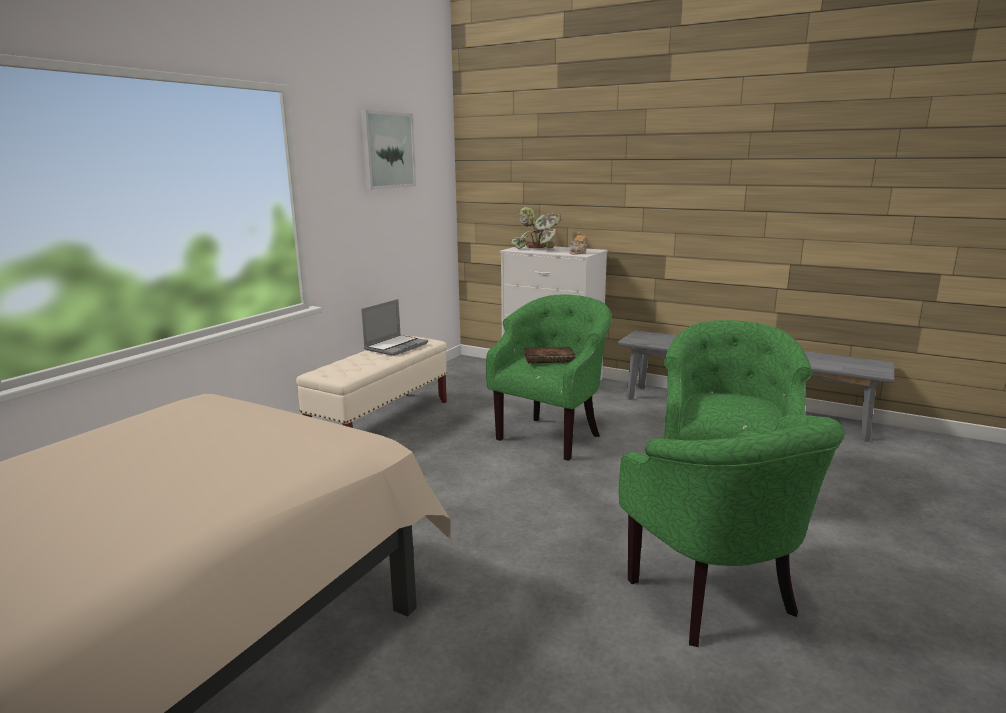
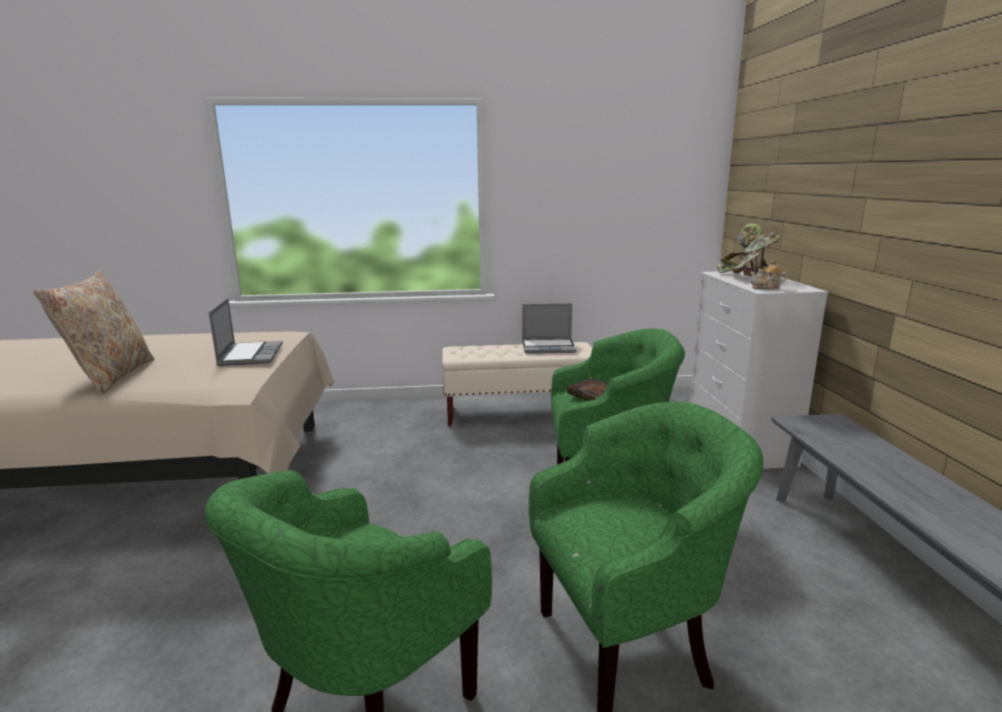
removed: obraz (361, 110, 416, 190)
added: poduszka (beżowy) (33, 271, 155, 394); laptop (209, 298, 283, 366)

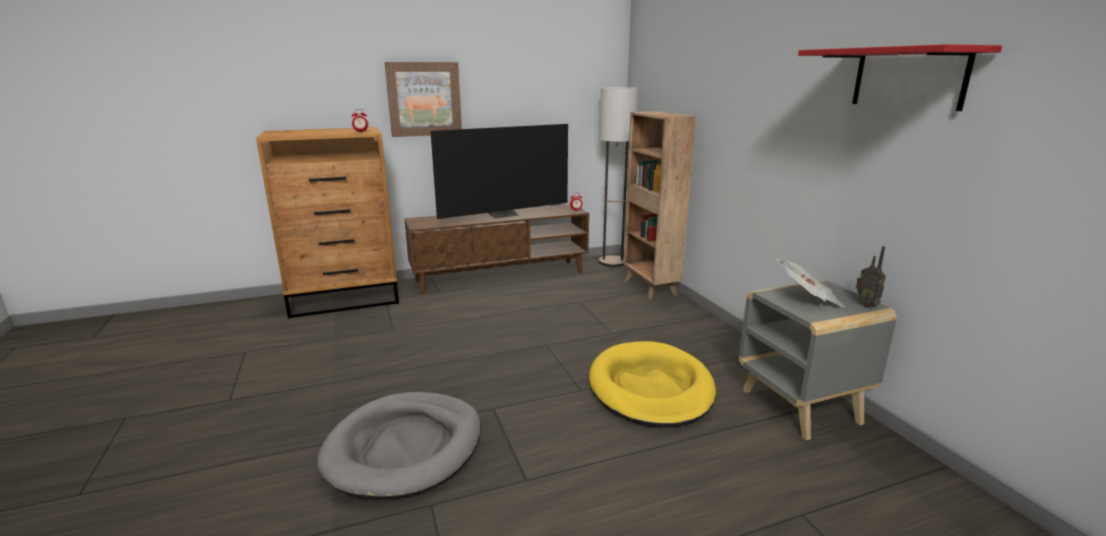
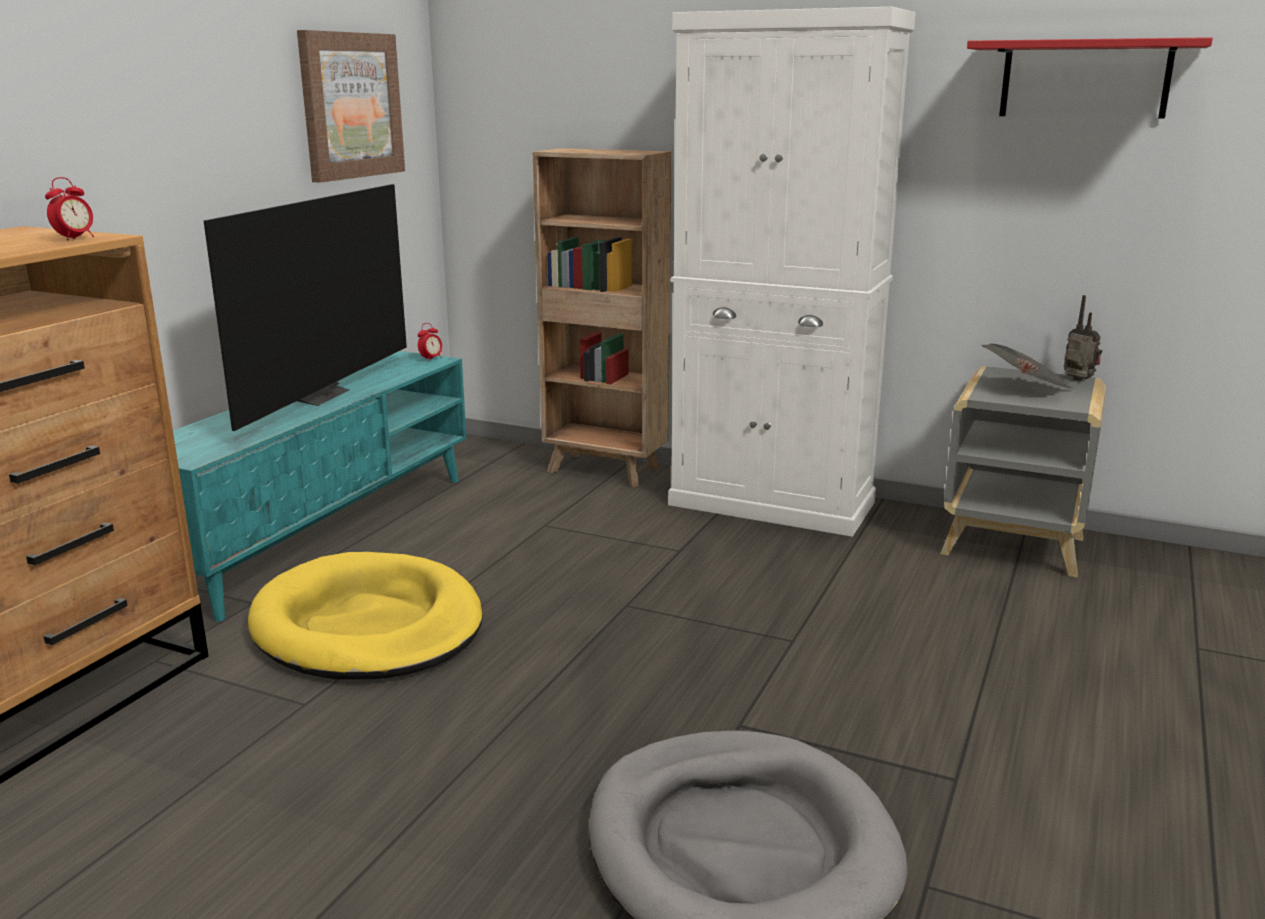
removed: lampa stojąca (599, 87, 639, 267)
added: szafka (biały) (668, 7, 916, 537)
moved: obraz (385, 62, 462, 137) to (297, 30, 405, 183); legowisko (żółty) (589, 341, 716, 428) to (248, 552, 483, 680)
recoloured: szafka pod telewizor (brązowy) (404, 204, 589, 294) to szafka pod telewizor (turkusowy) (173, 351, 466, 622)
turned: radio (856, 246, 886, 308) = (1064, 295, 1102, 381) 150 degrees counterclockwise

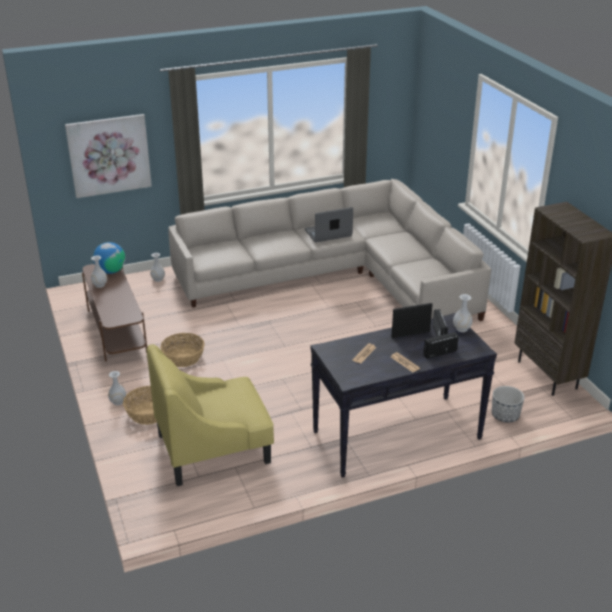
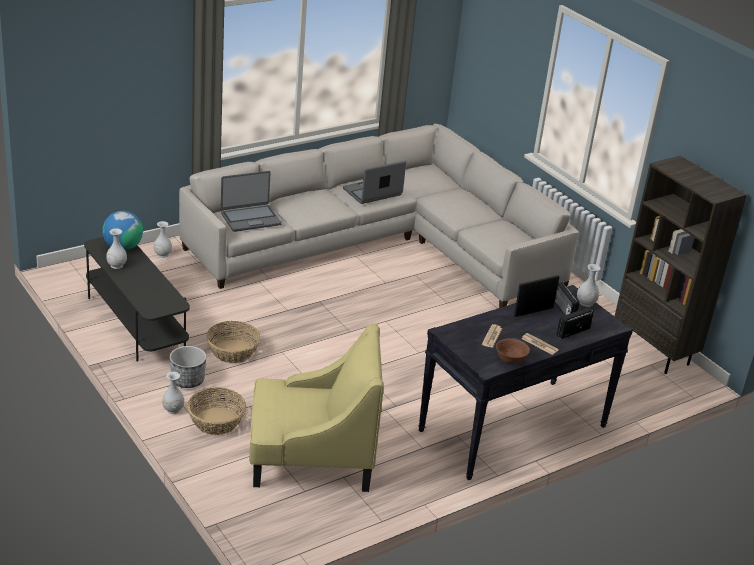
removed: obraz (65, 114, 152, 198)
added: laptop (221, 171, 282, 232); miska (brązowy) (496, 338, 530, 364)
moved: donica (492, 386, 524, 422) to (170, 346, 206, 388)
recoloured: szafka pod telewizor (brązowy) (82, 264, 147, 362) to szafka pod telewizor (szary) (84, 237, 190, 361)
turned: fotel (żółty) (147, 344, 274, 486) = (249, 324, 384, 492) 150 degrees counterclockwise

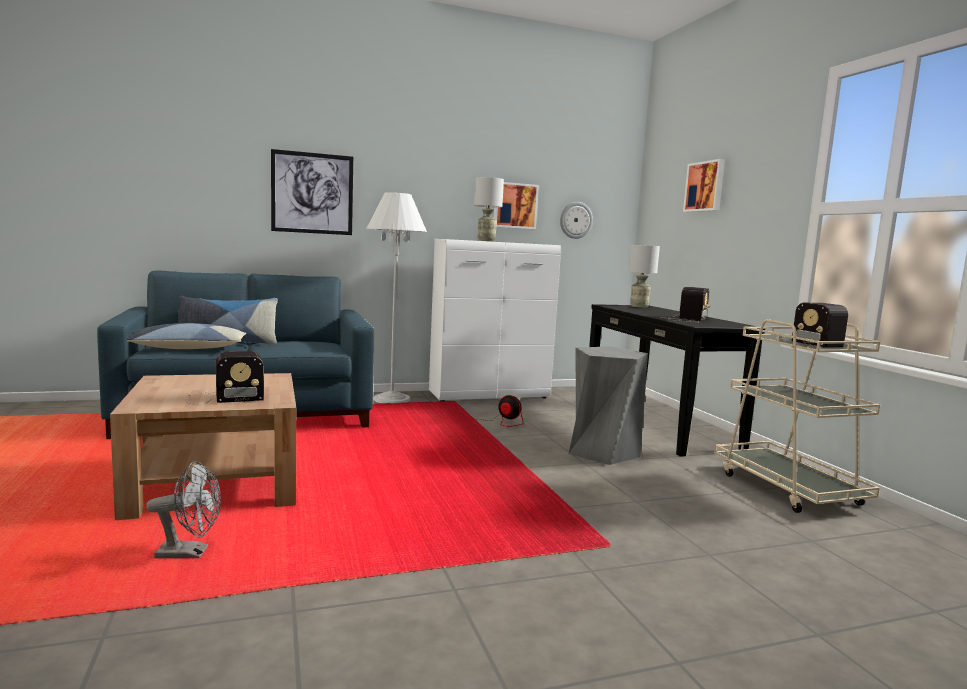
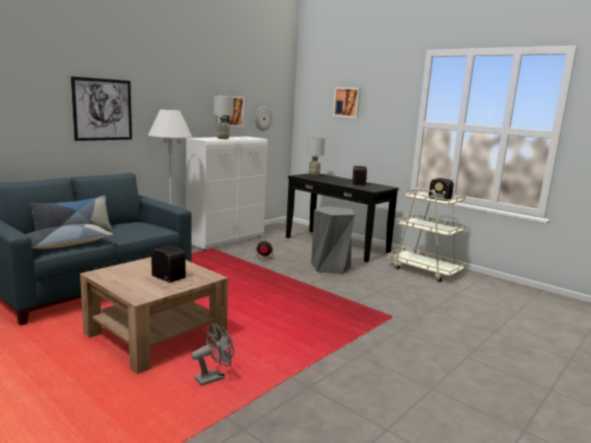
turned: radio (185, 351, 264, 405) = (151, 245, 195, 289) 90 degrees counterclockwise

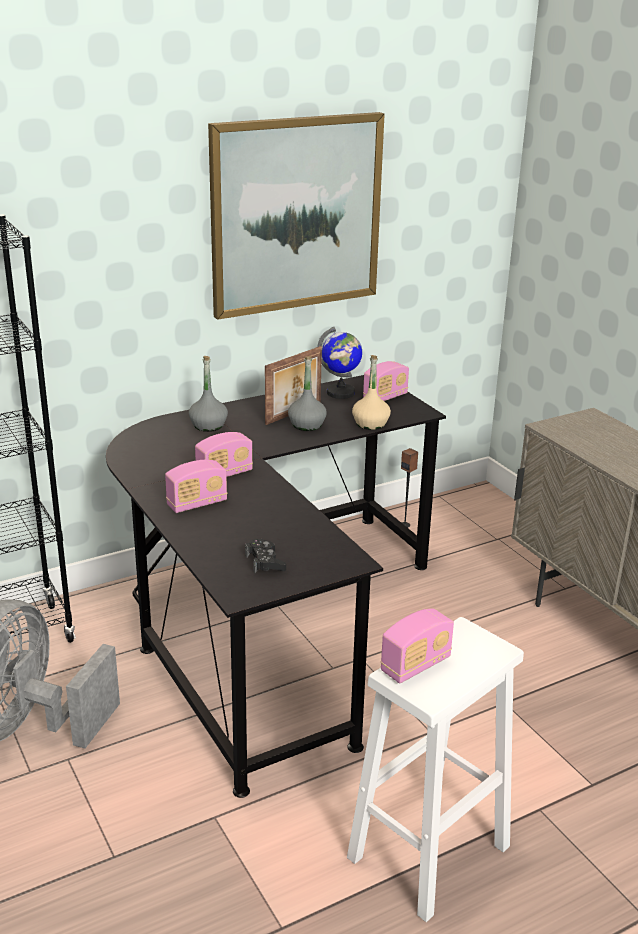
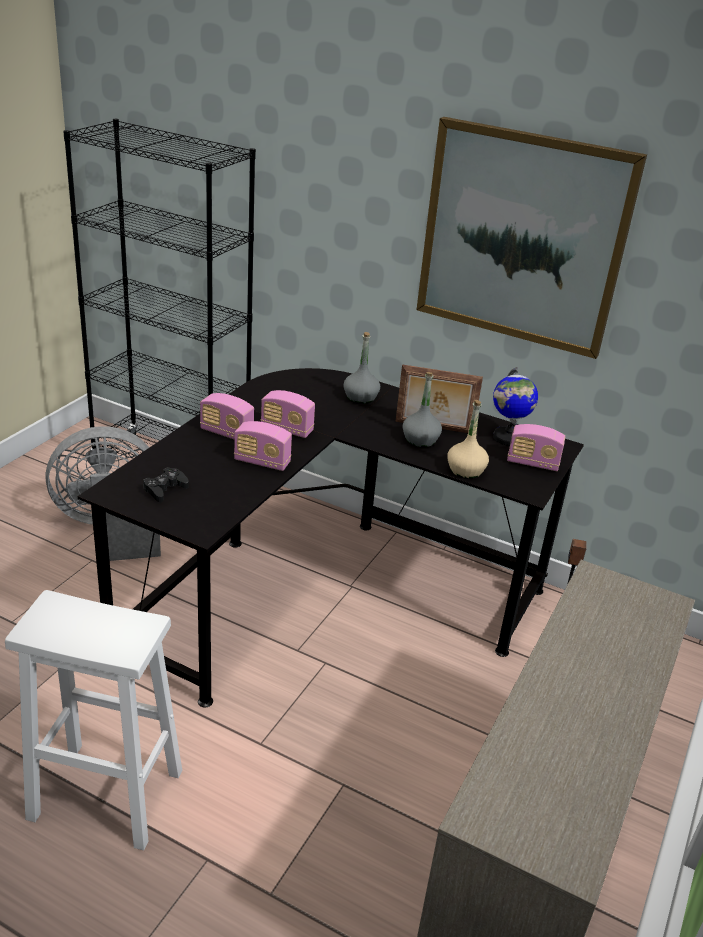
moved: radio (380, 608, 454, 683) to (234, 421, 292, 471)

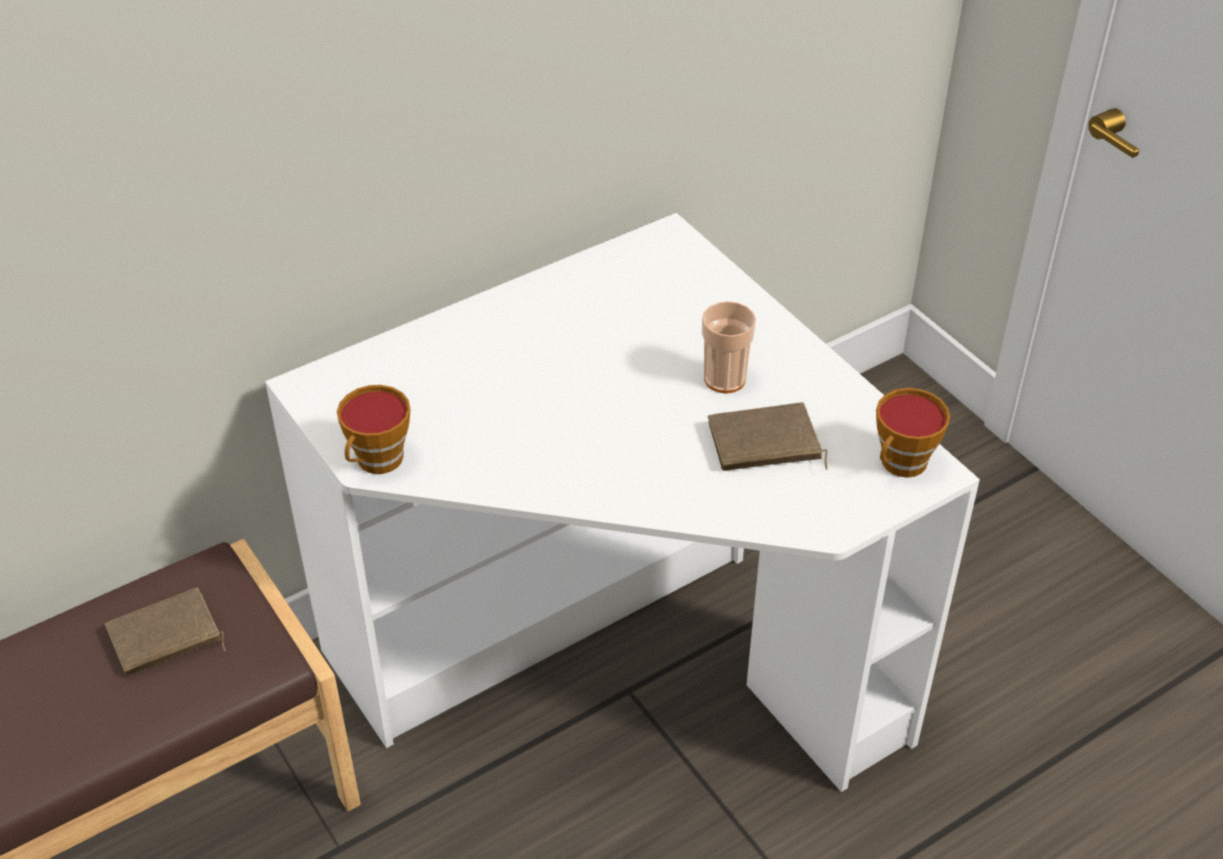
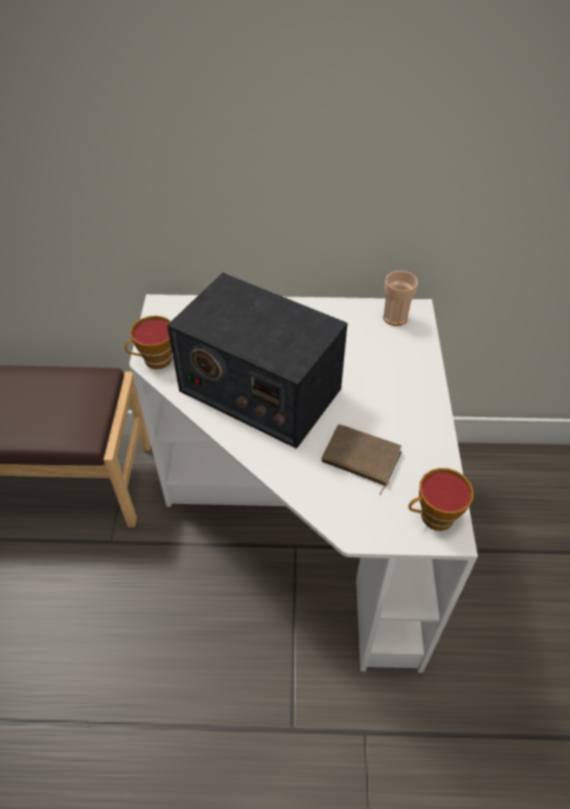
removed: książka (brązowy) (105, 588, 226, 676)
added: radio (167, 273, 348, 449)
moved: filiżanka (702, 301, 756, 393) to (383, 271, 418, 326)

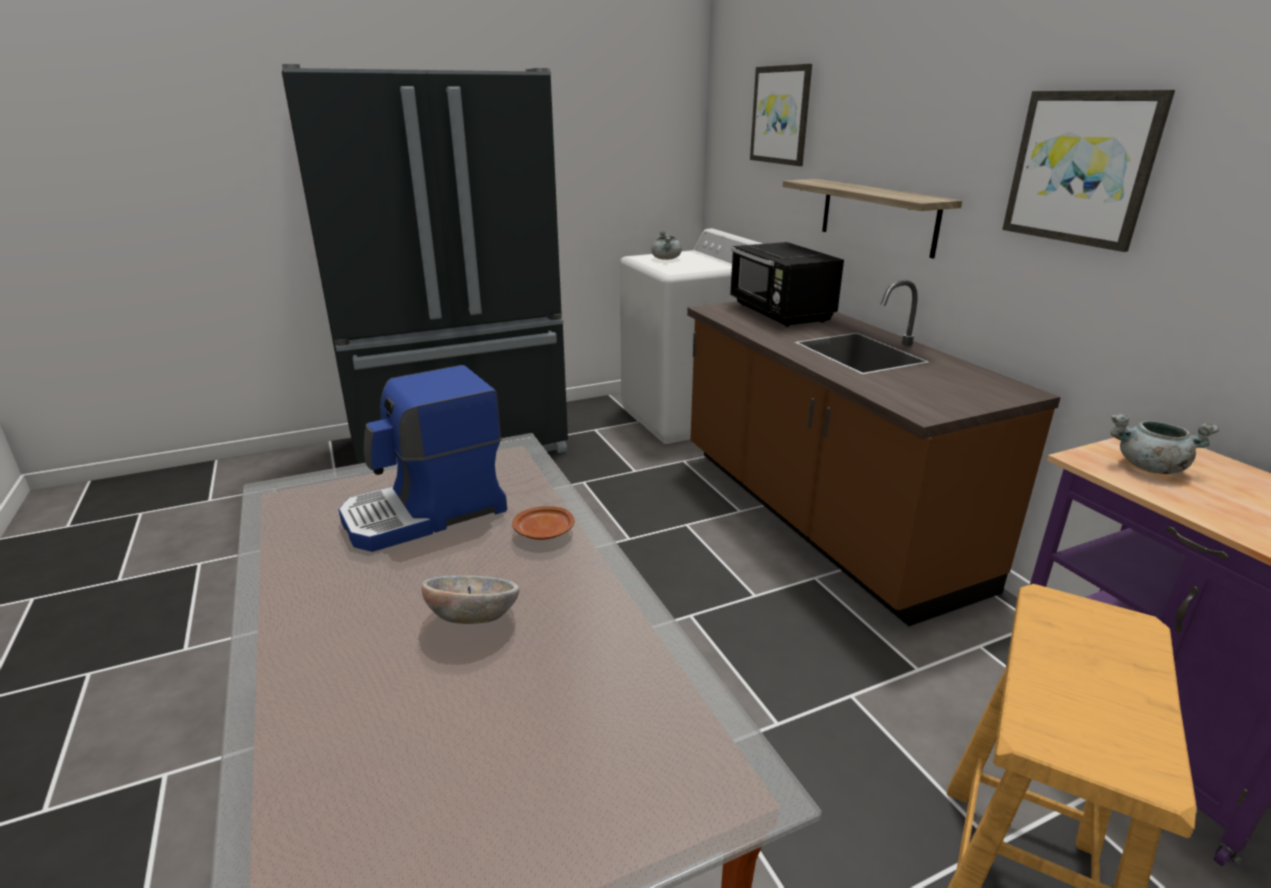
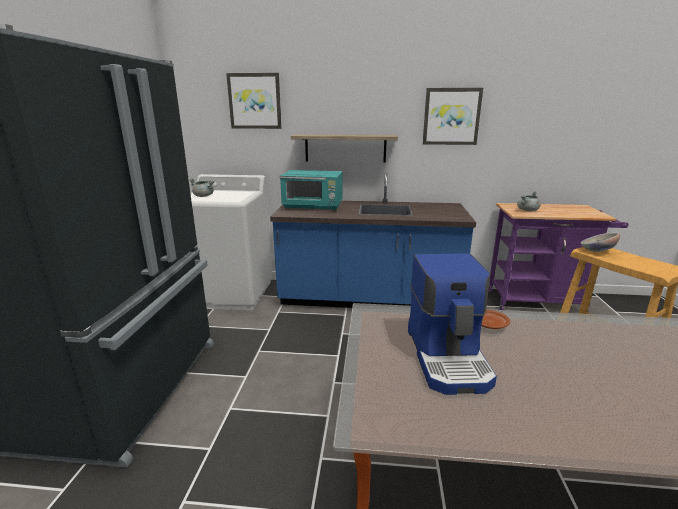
moved: miska (422, 576, 519, 624) to (581, 232, 620, 252)
recoloured: zabudowa kuchenna (brązowy) (687, 280, 1061, 626) to zabudowa kuchenna (niebieski) (270, 173, 476, 308); mikrofalówka (czarny) (730, 242, 844, 327) to mikrofalówka (turkusowy) (280, 170, 343, 210)

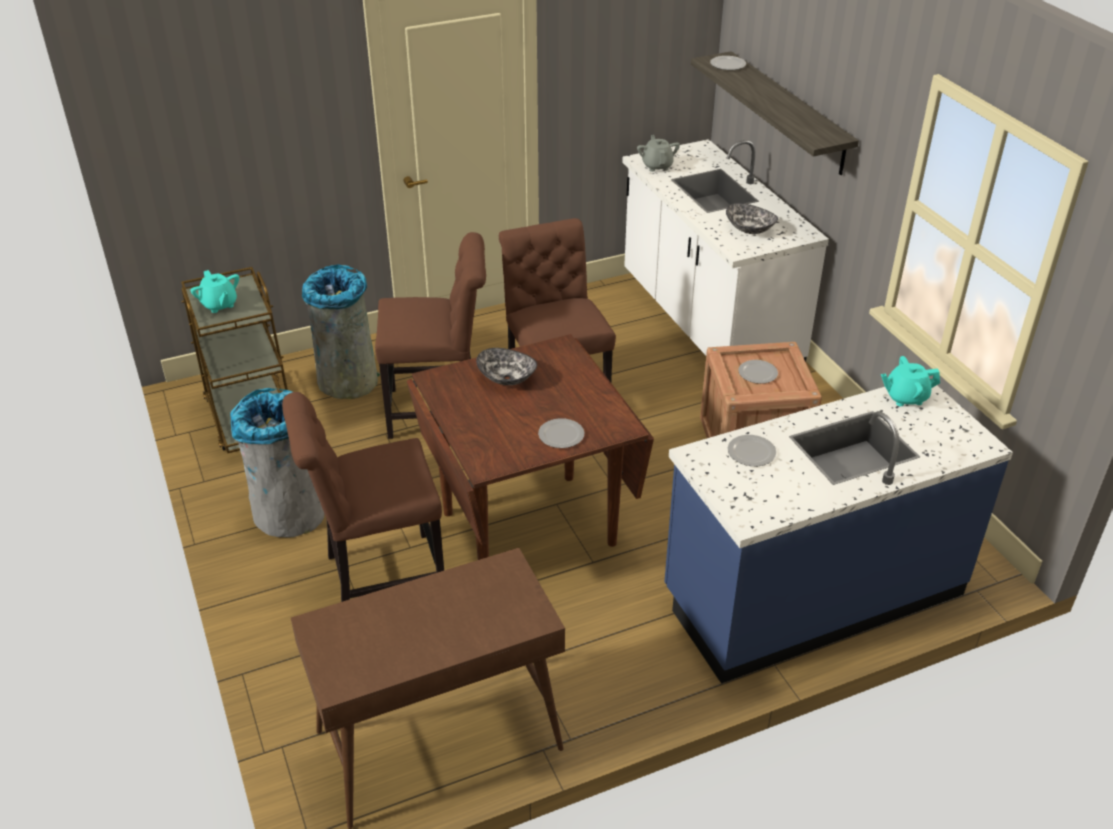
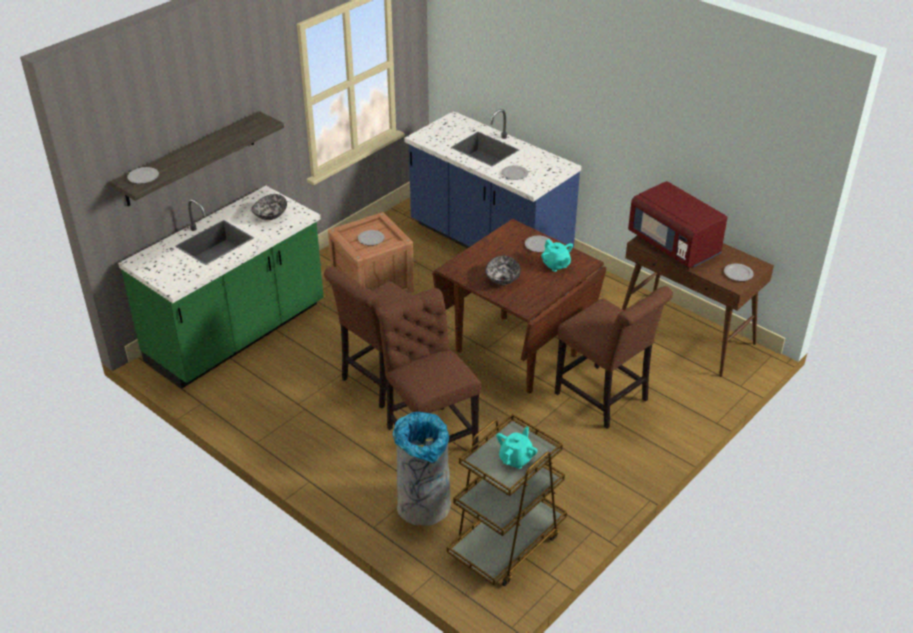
removed: kosz na śmieci (szary) (230, 388, 324, 538); imbryk (szary) (637, 135, 680, 172)
added: mikrofalówka (czerwony) (628, 181, 728, 268); talerz (724, 264, 754, 281)
moved: imbryk (turkusowy) (881, 356, 940, 406) to (541, 239, 573, 272)
recoloured: zabudowa kuchenna (biały) (622, 139, 829, 362) to zabudowa kuchenna (zielony) (118, 186, 324, 389)

